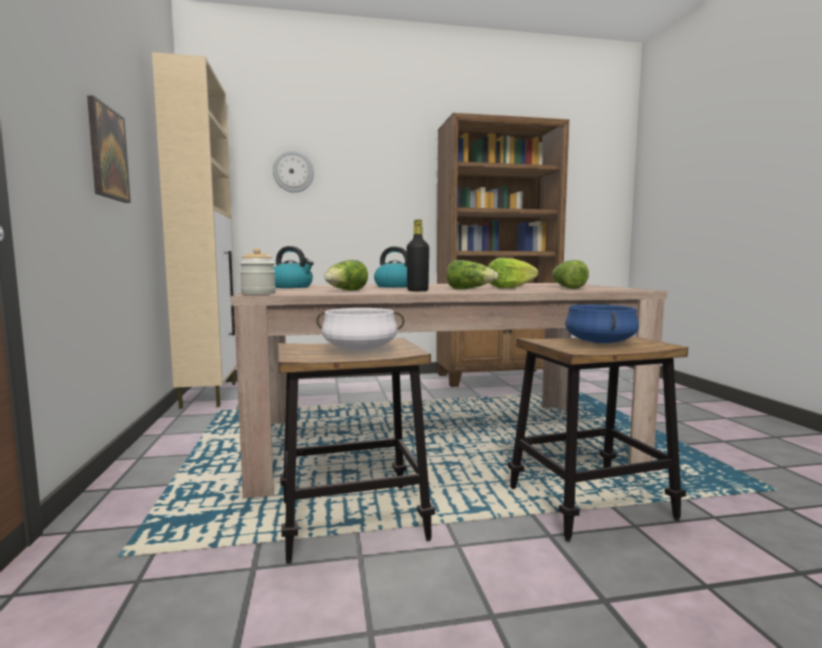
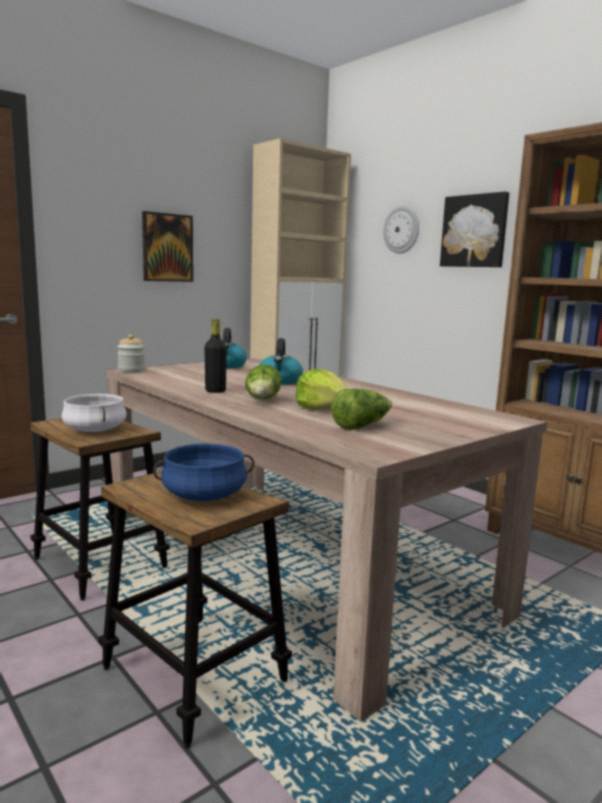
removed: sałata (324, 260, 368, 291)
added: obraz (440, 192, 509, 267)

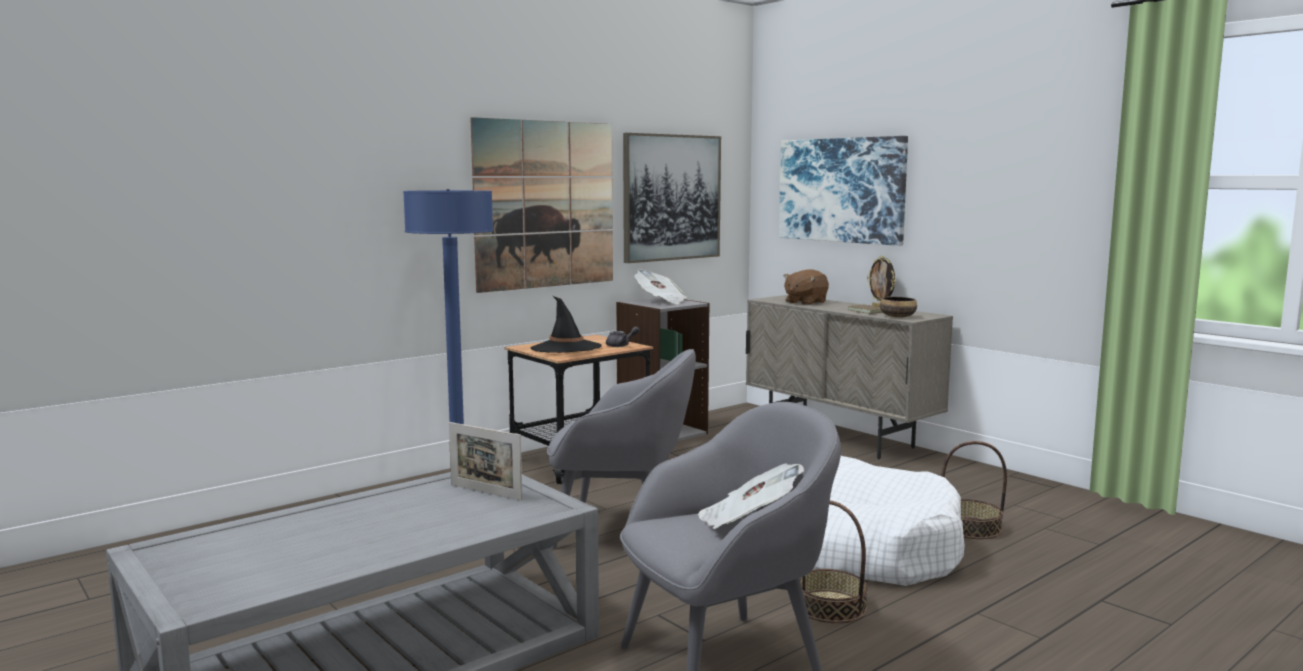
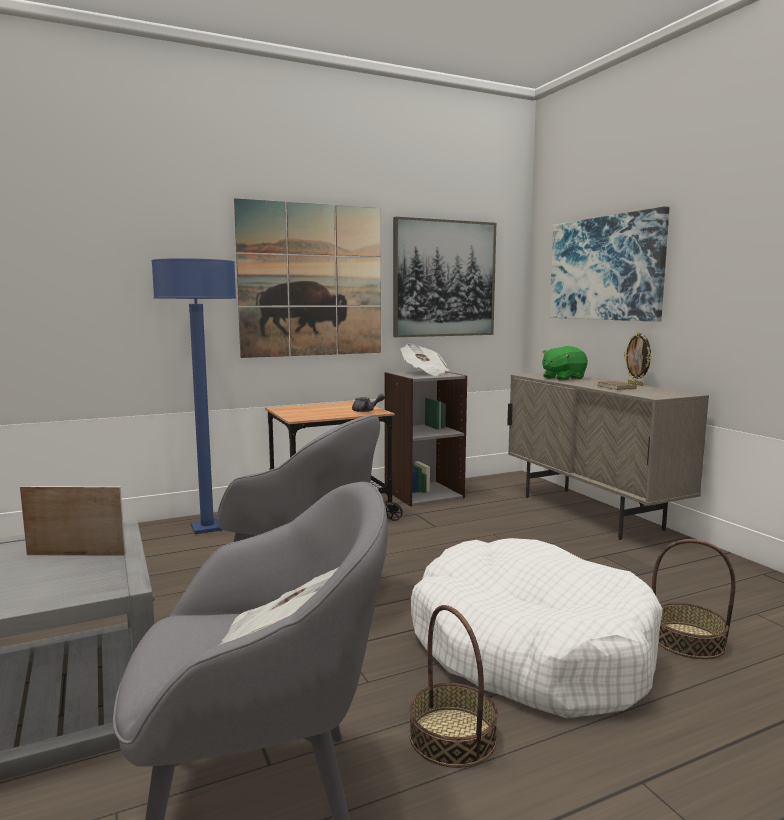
removed: kapelusz (czarny) (531, 296, 602, 353); miska (880, 297, 917, 318)
recoloured: pluszak (brązowy) (783, 269, 829, 305) to pluszak (zielony) (542, 346, 588, 381)
turned: ramka na zdjęcie (449, 422, 522, 501) = (20, 486, 126, 556) 135 degrees clockwise

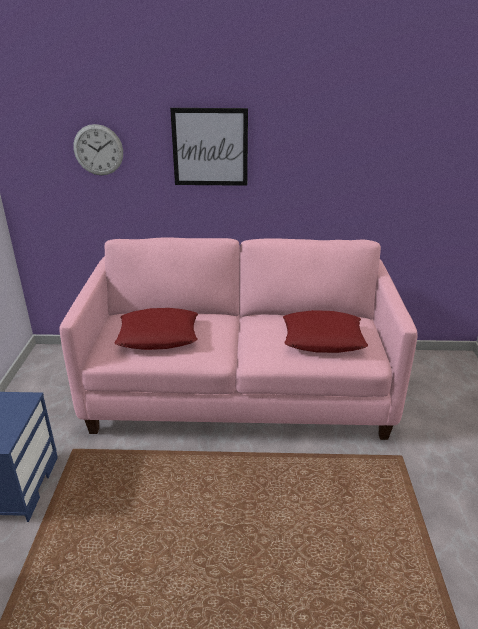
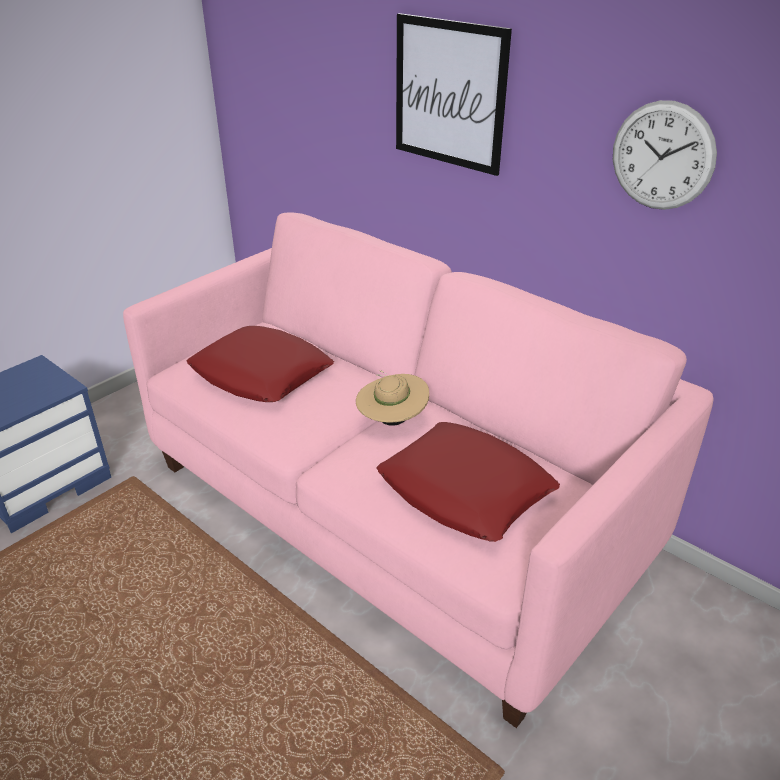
added: kapelusz (beżowy) (356, 370, 429, 426)
moved: zegar ścienny (73, 124, 123, 175) to (613, 100, 717, 210)

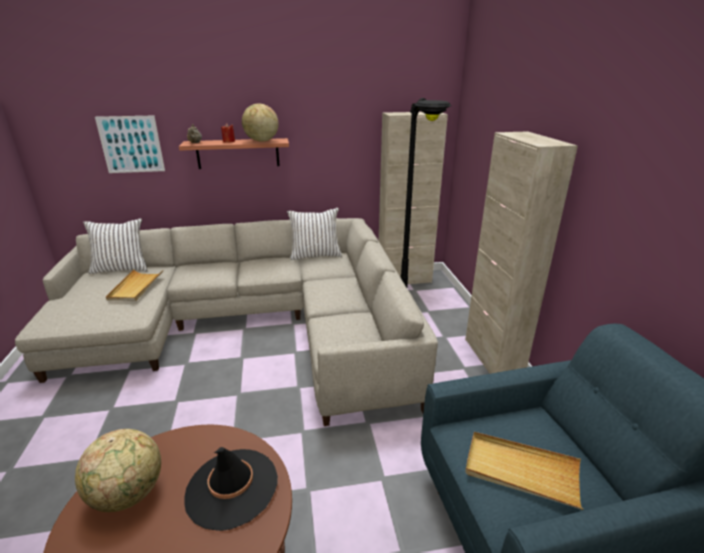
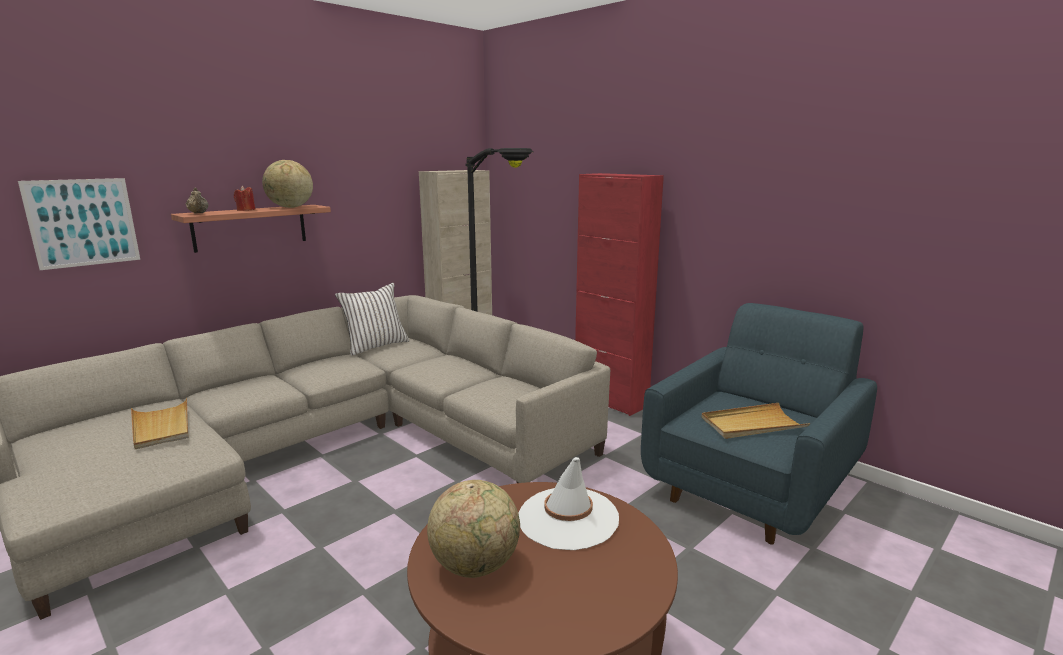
removed: poduszka (biały) (83, 219, 147, 274)
recoloured: kapelusz (czarny) (184, 447, 278, 531) to kapelusz (biały) (518, 457, 619, 550); szafka (beżowy) (465, 131, 578, 374) to szafka (czerwony) (575, 173, 664, 416)

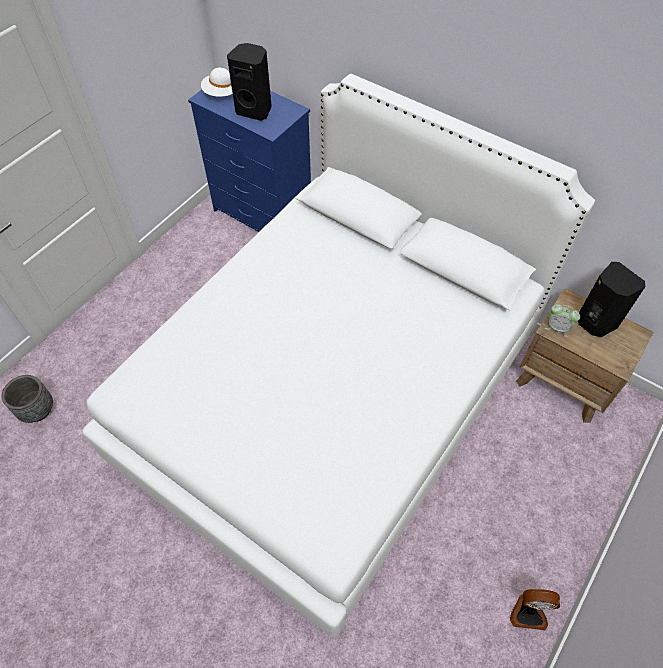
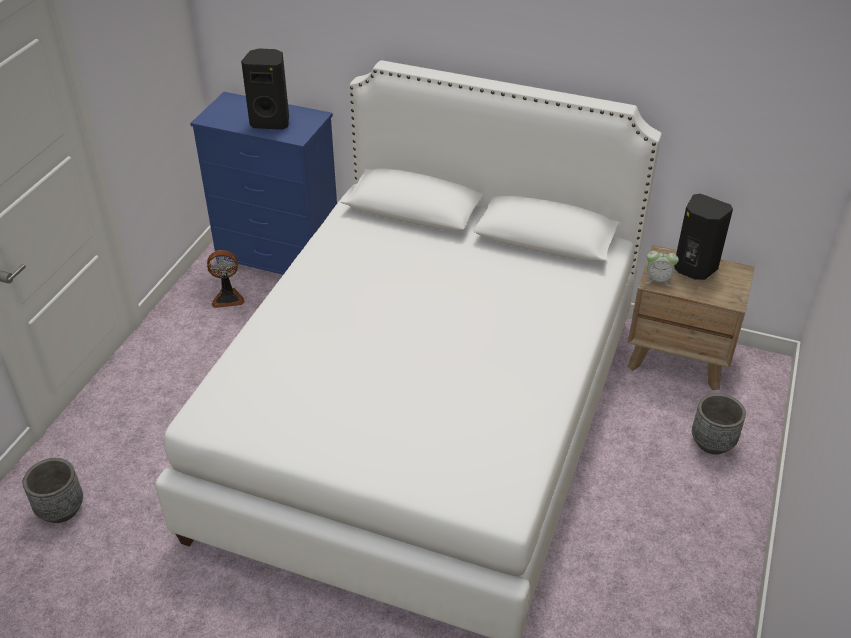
removed: kapelusz (biały) (201, 68, 233, 97)
added: donica (szary) (692, 393, 746, 455)
moved: wentylator (510, 589, 560, 630) to (207, 250, 245, 308)

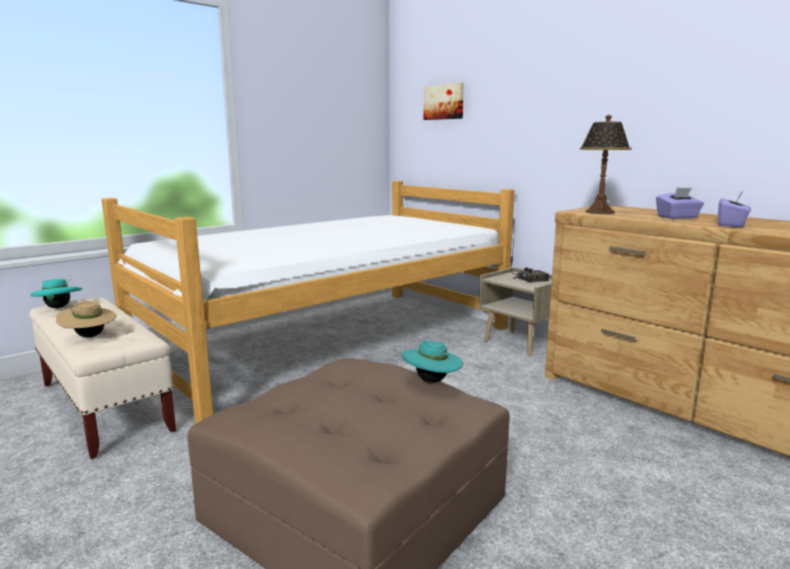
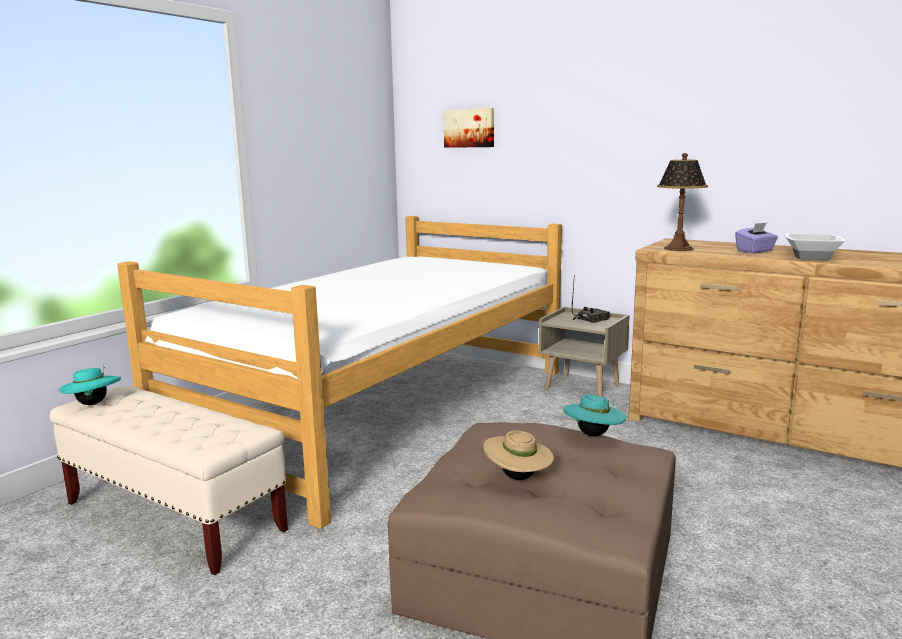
moved: kapelusz (beżowy) (56, 301, 117, 337) to (483, 430, 554, 480)
replaced: pudełko chusteczek (fioletowy) (718, 193, 751, 227) to miska (785, 234, 845, 260)

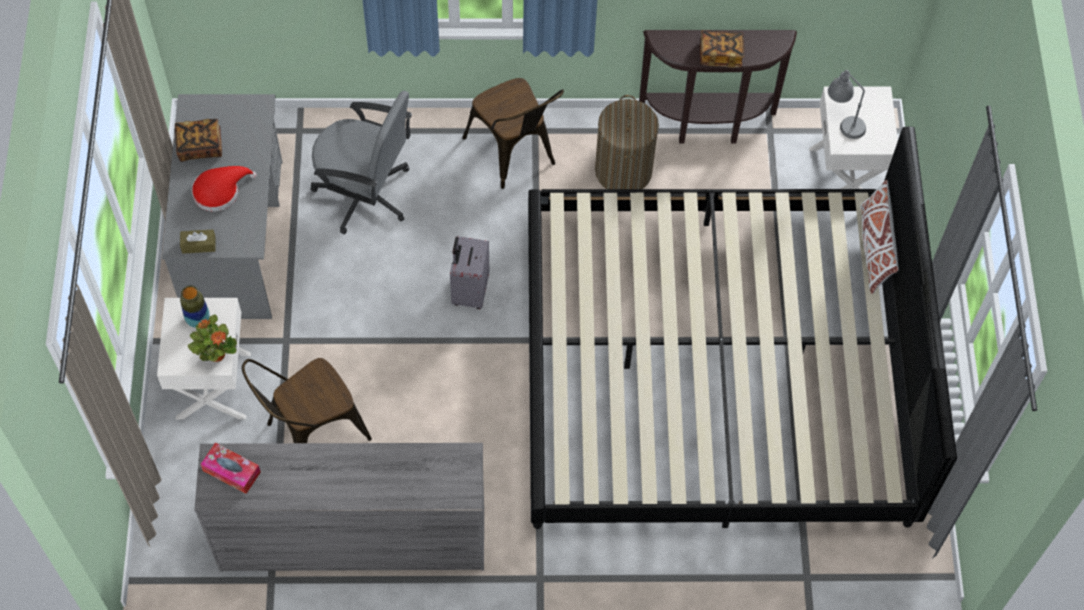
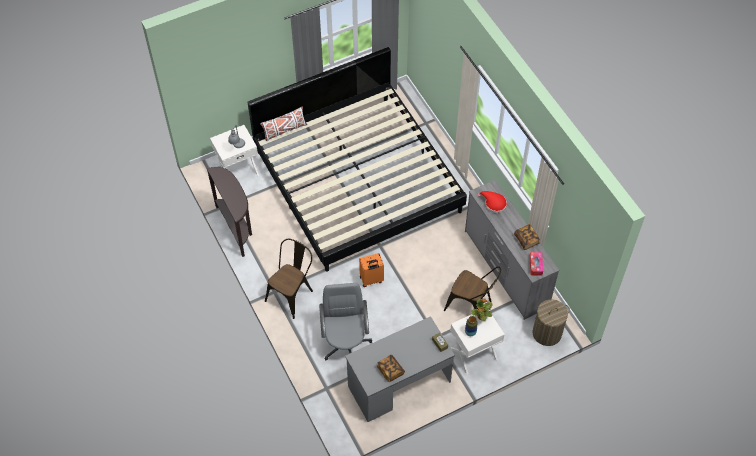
moved: kapelusz (czerwony) (192, 166, 257, 211) to (478, 191, 507, 213); kosz na pranie (595, 95, 659, 189) to (533, 299, 570, 346); książka (700, 30, 744, 68) to (514, 224, 540, 250)
recoloured: walizka (szary) (450, 236, 489, 309) to walizka (pomarańczowy) (359, 253, 384, 287)

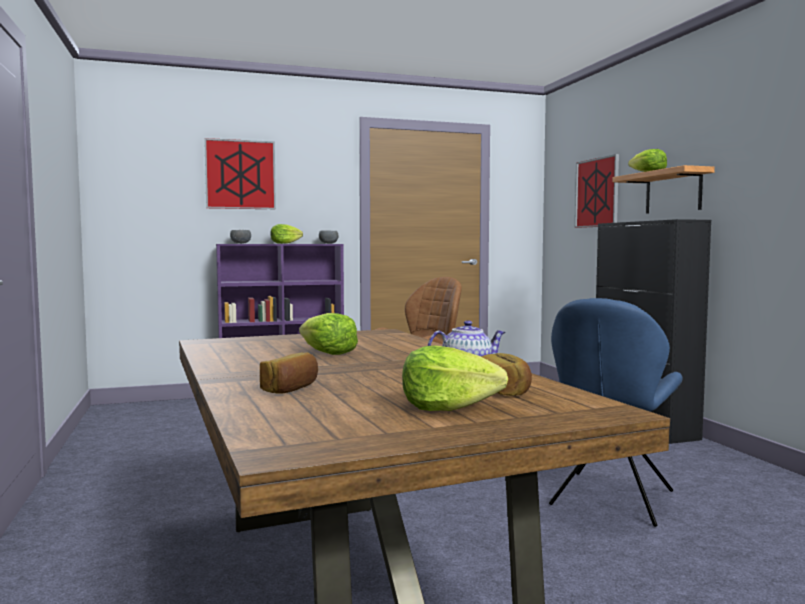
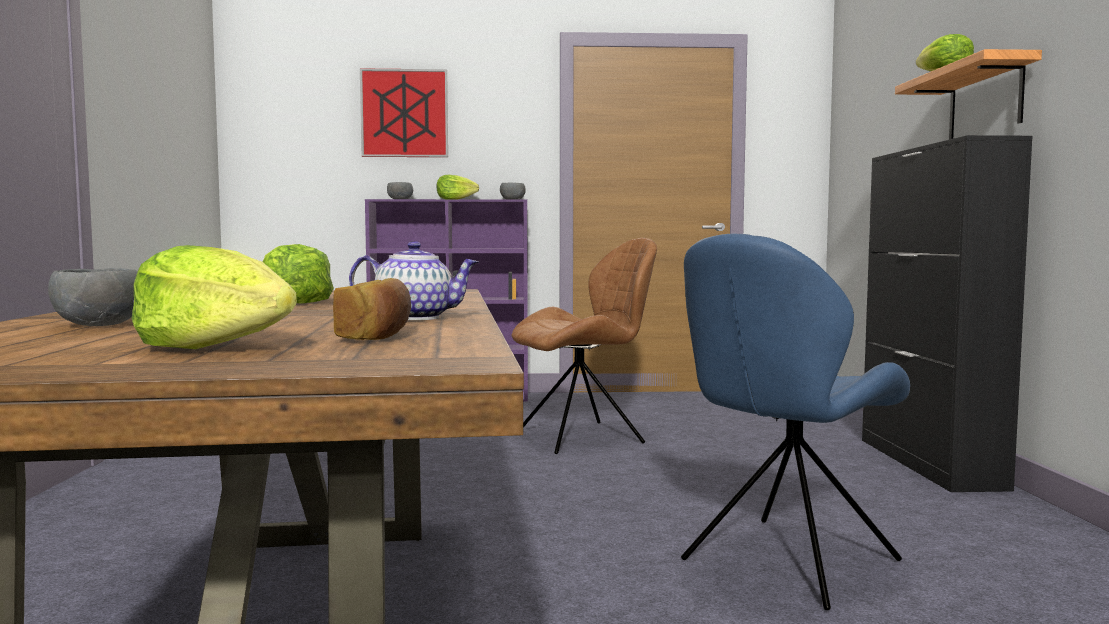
removed: obraz (575, 154, 619, 228)
replaced: chleb (260, 352, 318, 393) to miska (szary) (48, 268, 138, 326)

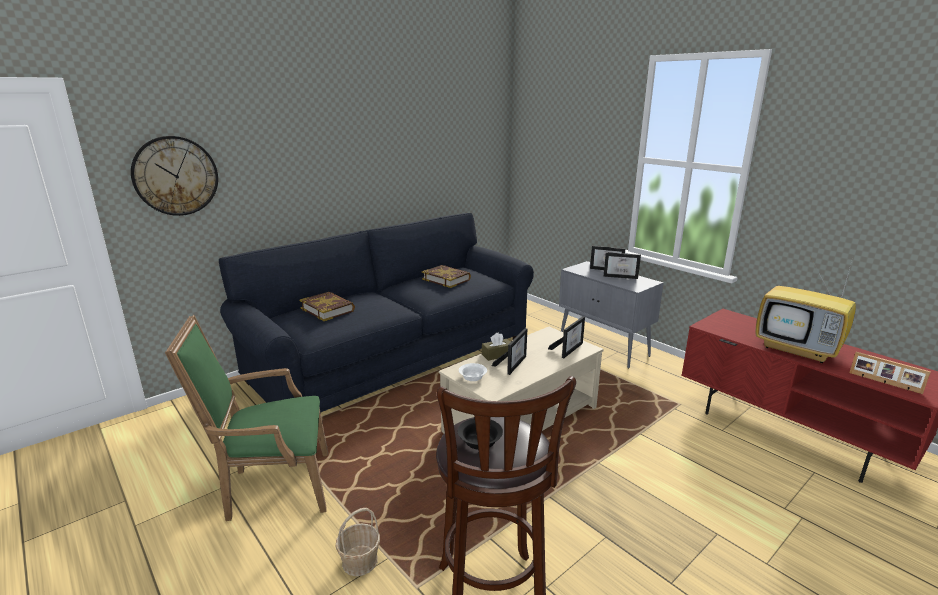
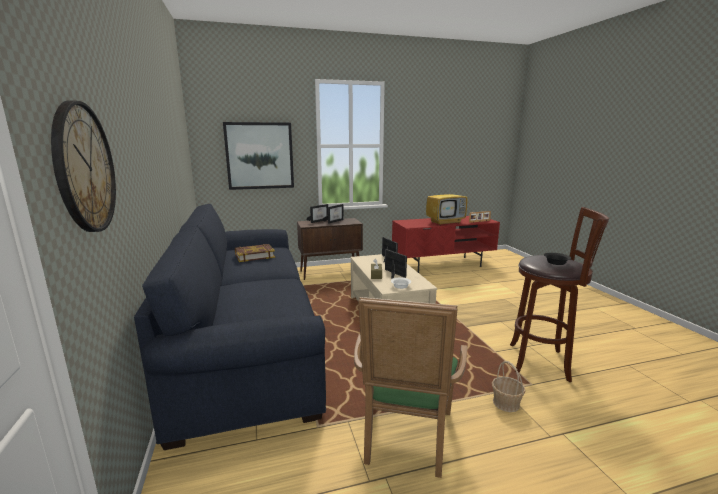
removed: książka (299, 292, 355, 321)
added: obraz (223, 122, 294, 190)
recoloured: szafka (szary) (559, 261, 663, 368) to szafka (brązowy) (297, 218, 363, 280)

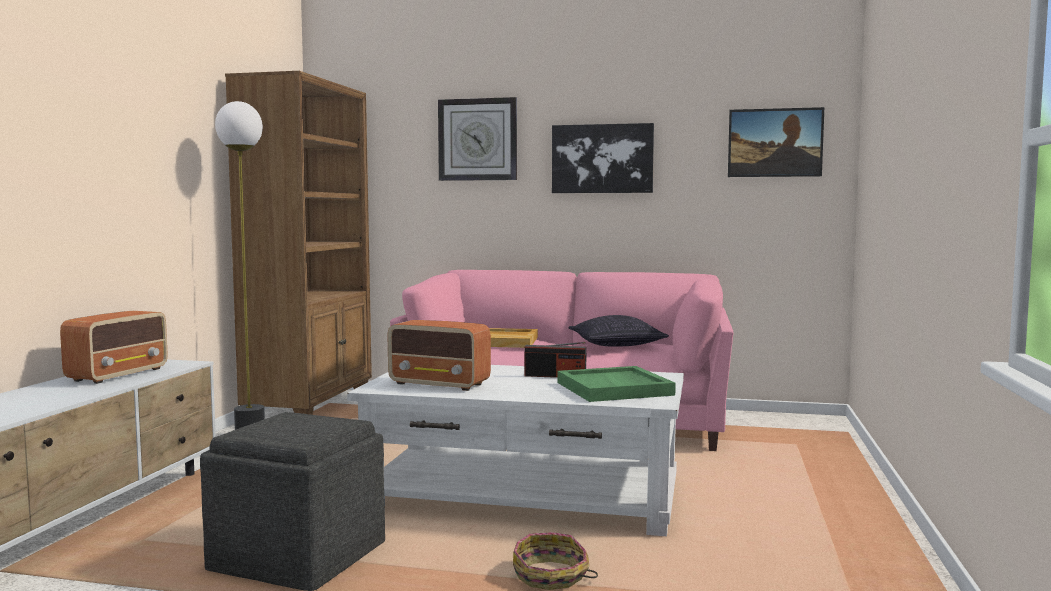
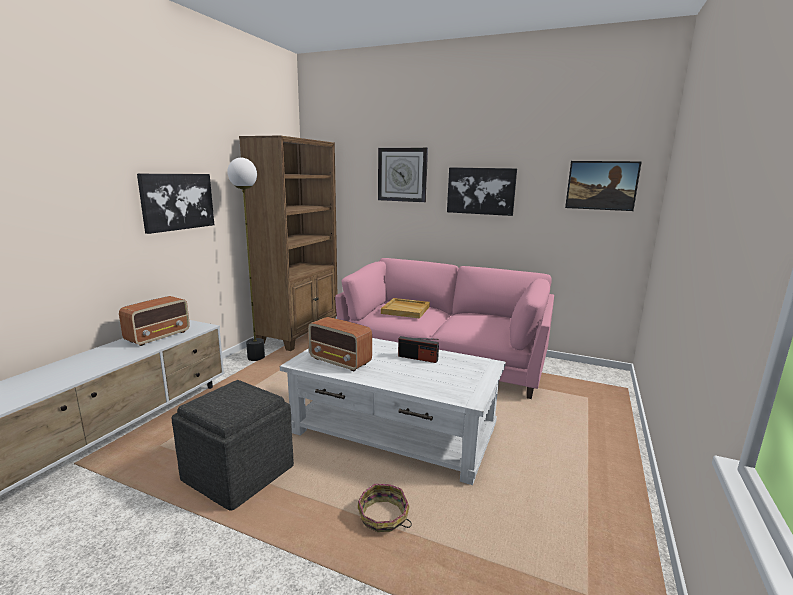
removed: taca (zielony) (557, 366, 676, 402); poduszka (569, 315, 669, 347)
added: obraz (137, 174, 214, 234)

